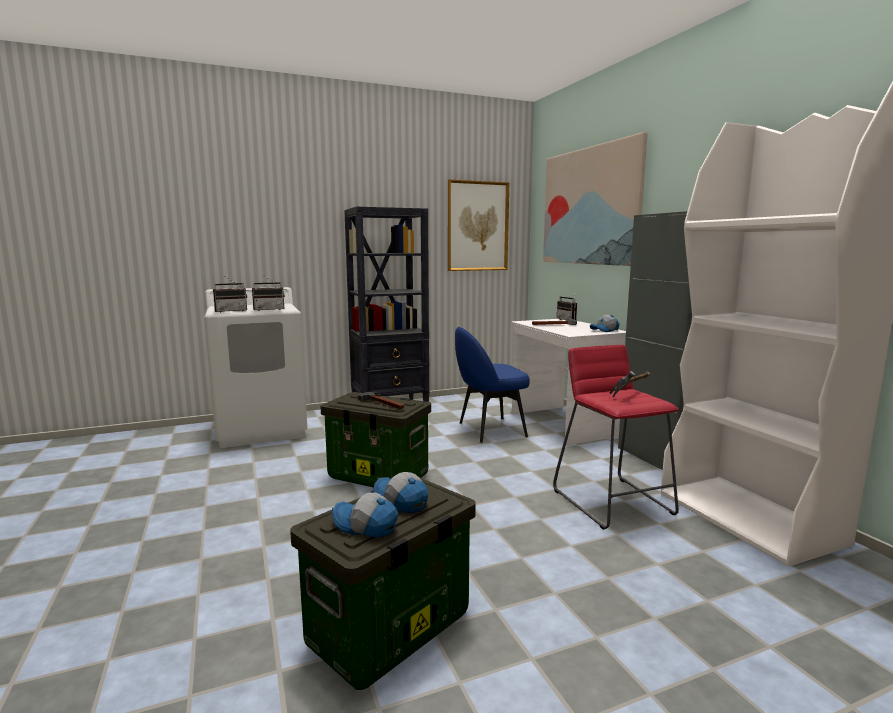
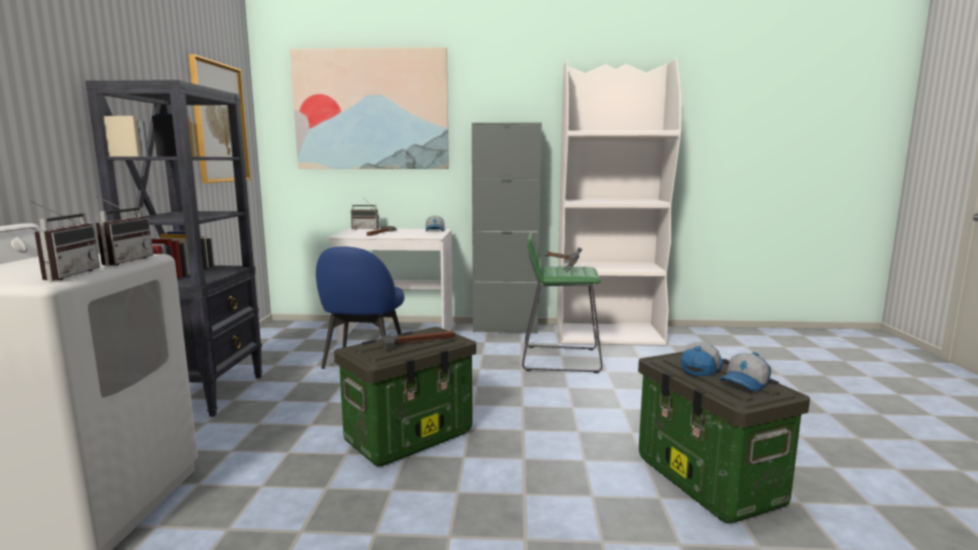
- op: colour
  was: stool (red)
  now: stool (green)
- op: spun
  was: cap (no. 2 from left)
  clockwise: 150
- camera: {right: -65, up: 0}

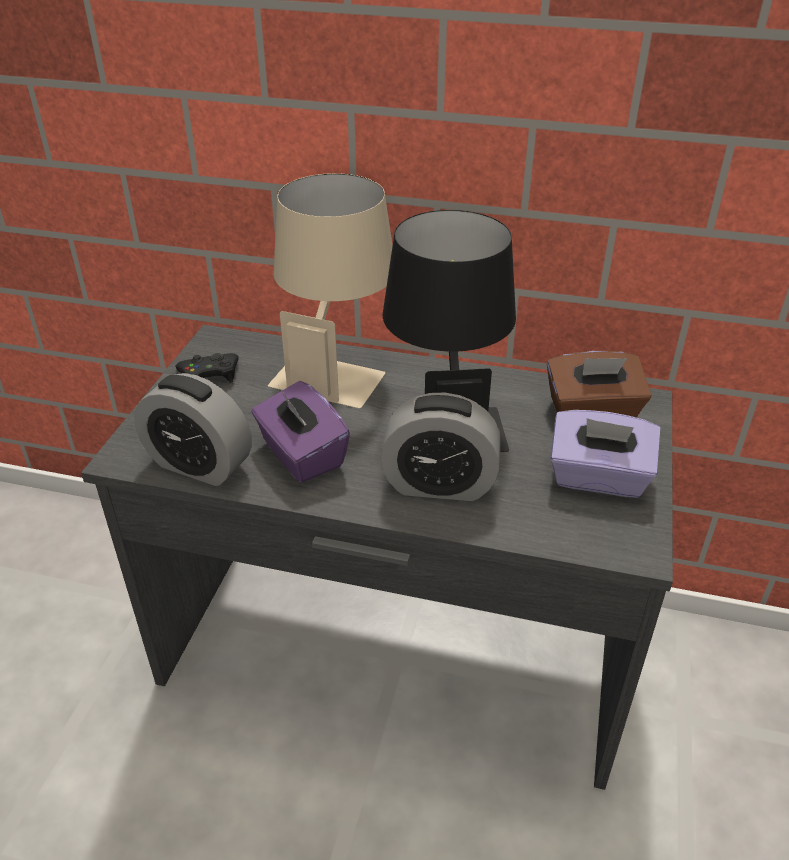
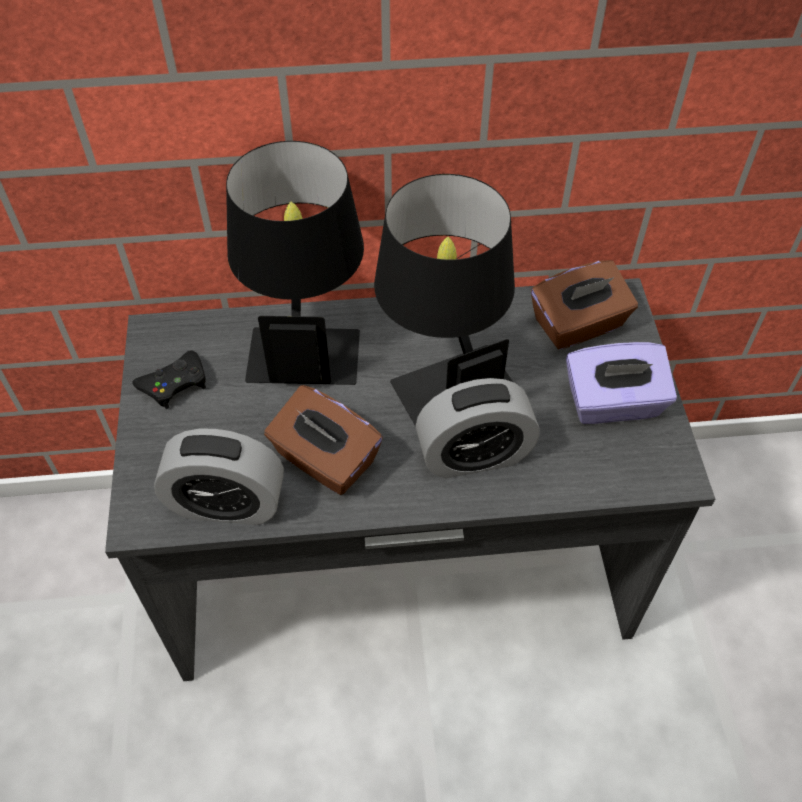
- op: colour
  was: table lamp (beige)
  now: table lamp (black) (no. 1 from left)
- op: colour
  was: tissue box (purple) (no. 1 from left)
  now: tissue box (brown) (no. 1 from left)
- camera: {right: -20, up: 15}

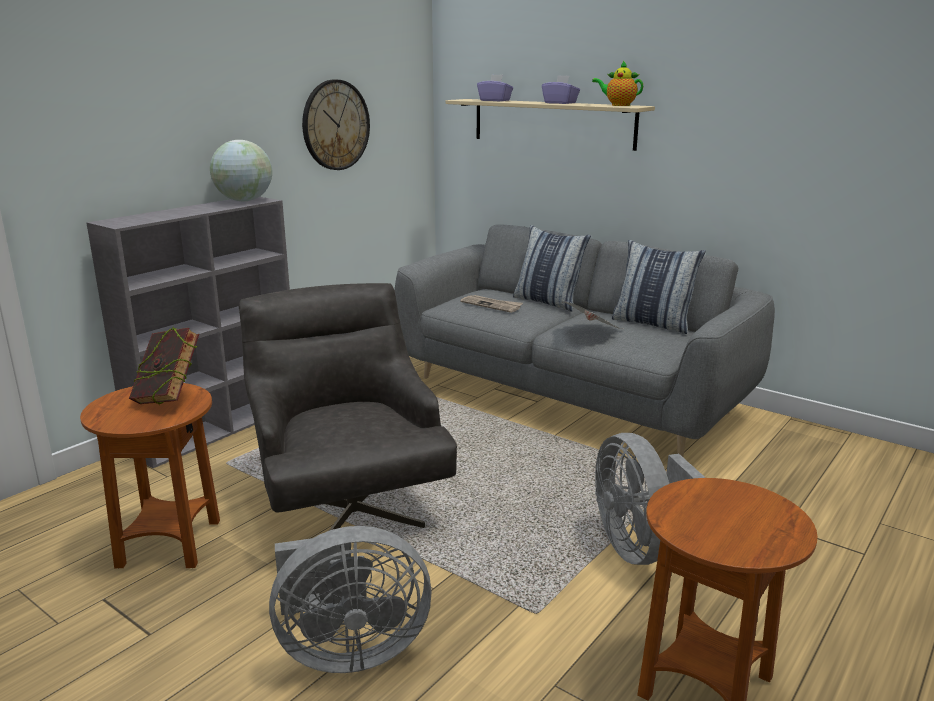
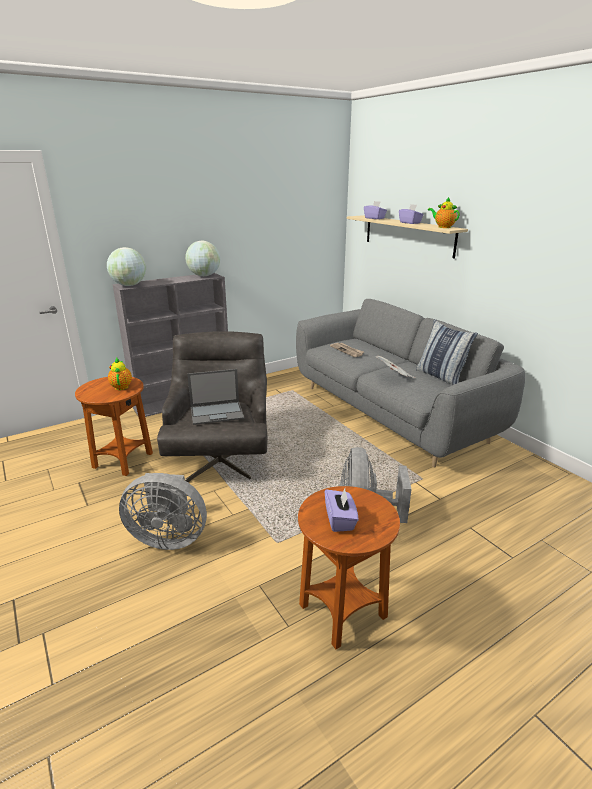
- op: missing
  was: wall clock
- op: missing
  was: pillow (no. 1 from left)
- op: exchanged
  was: book
  now: teapot (no. 1 from left)
- op: appeared
  now: globe (no. 1 from left)
- op: appeared
  now: laptop
- op: appeared
  now: tissue box (purple) (no. 1 from left)
- camera: {right: 20, up: 5}

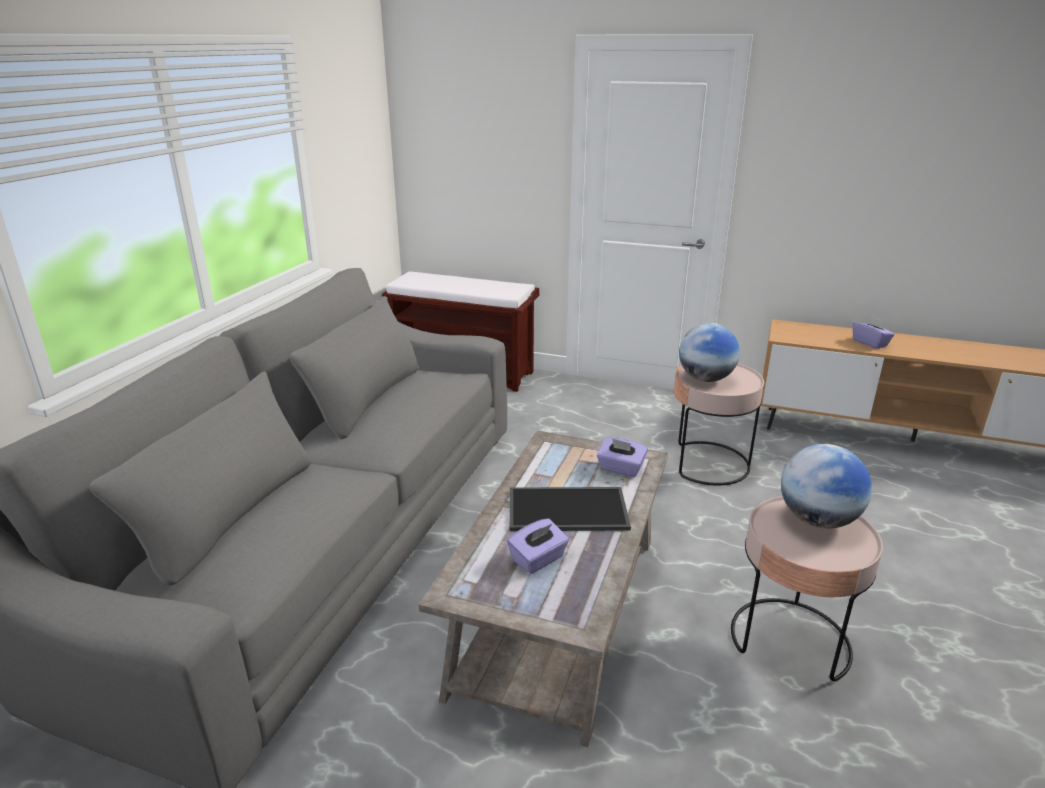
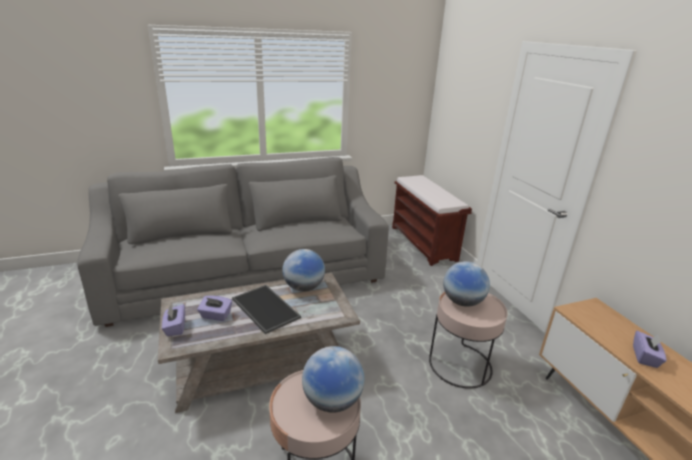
- op: relocated
  was: tissue box (purple) (no. 2 from left in the first image)
  now: tissue box (purple) (no. 1 from left)
- op: appeared
  now: globe (no. 1 from left)
- camera: {right: 50, up: 0}

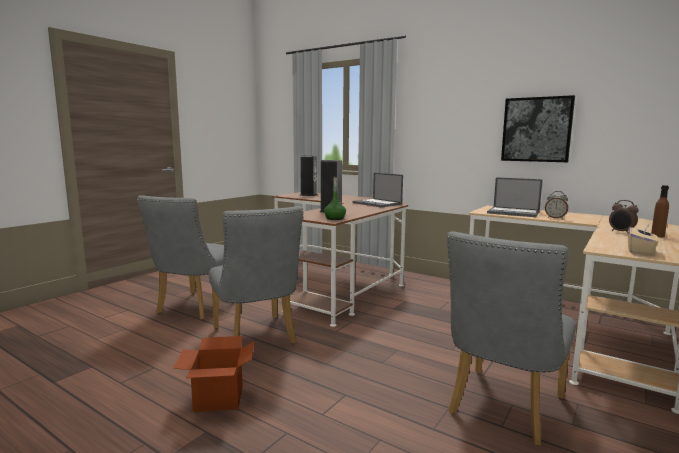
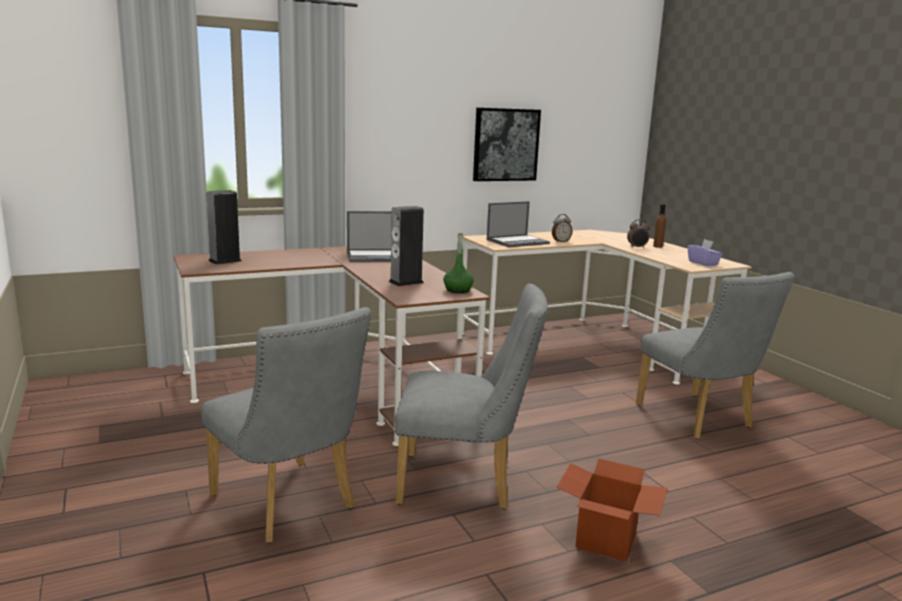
- op: colour
  was: tissue box (beige)
  now: tissue box (purple)
- camera: {right: -60, up: 5}

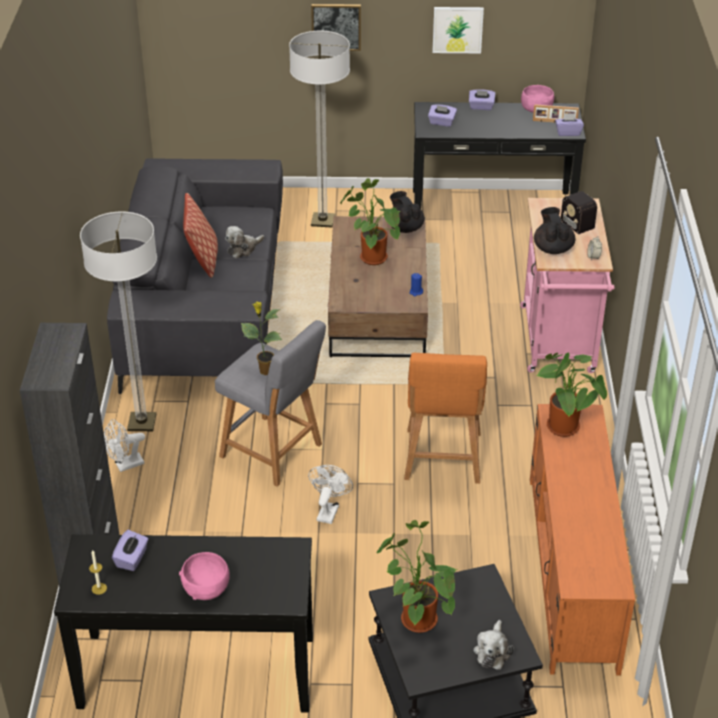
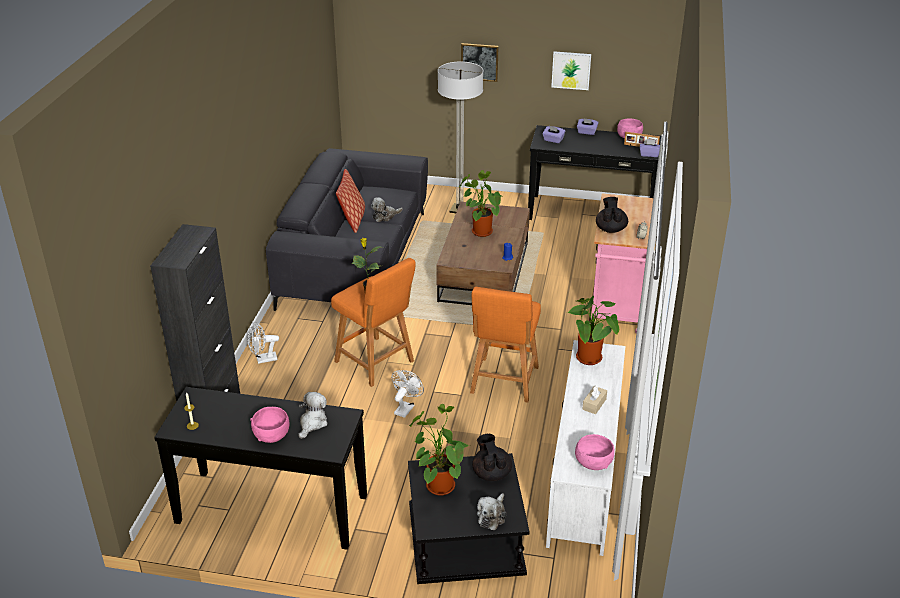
- op: relocated
  was: teapot (black) (no. 1 from left)
- op: missing
  was: radio
- op: missing
  was: floor lamp (no. 1 from left)
- op: colour
  was: stool (grey)
  now: stool (orange) (no. 1 from left)
- op: colour
  was: tv stand (orange)
  now: tv stand (white)
- op: missing
  was: tissue box (purple) (no. 1 from left)
- op: appeared
  now: tissue box (beige)
- op: appeared
  now: plush toy (no. 1 from left)
- op: appeared
  now: bowl (pink) (no. 2 from left)
- camera: {right: 10, up: -5}

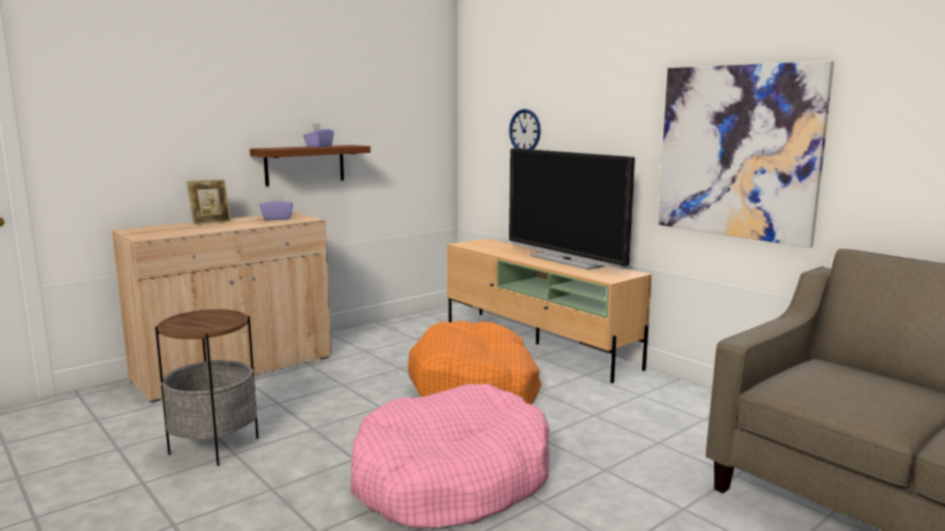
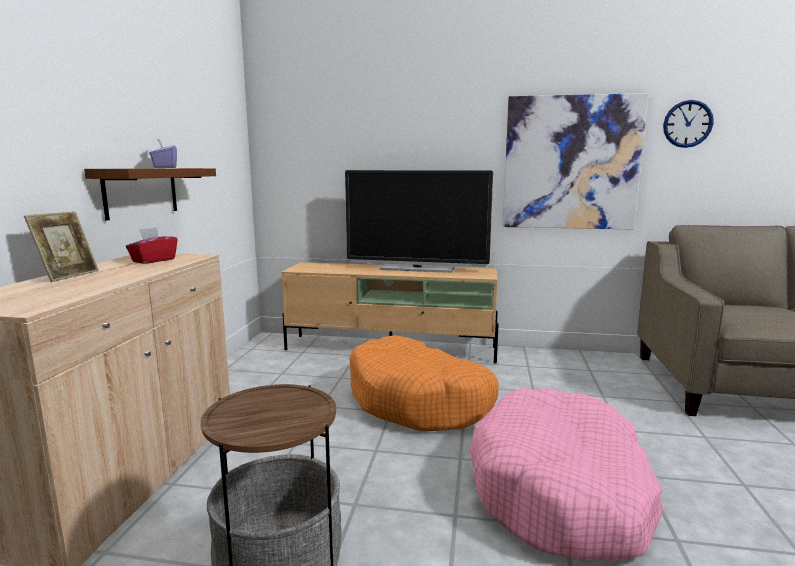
- op: relocated
  was: wall clock
- op: colour
  was: tissue box (purple) (no. 1 from left)
  now: tissue box (red)
- camera: {right: -40, up: 0}

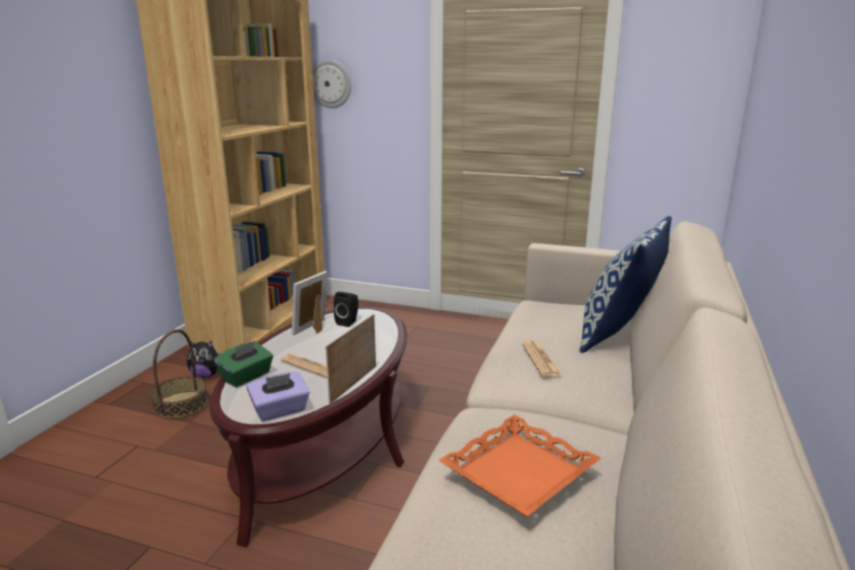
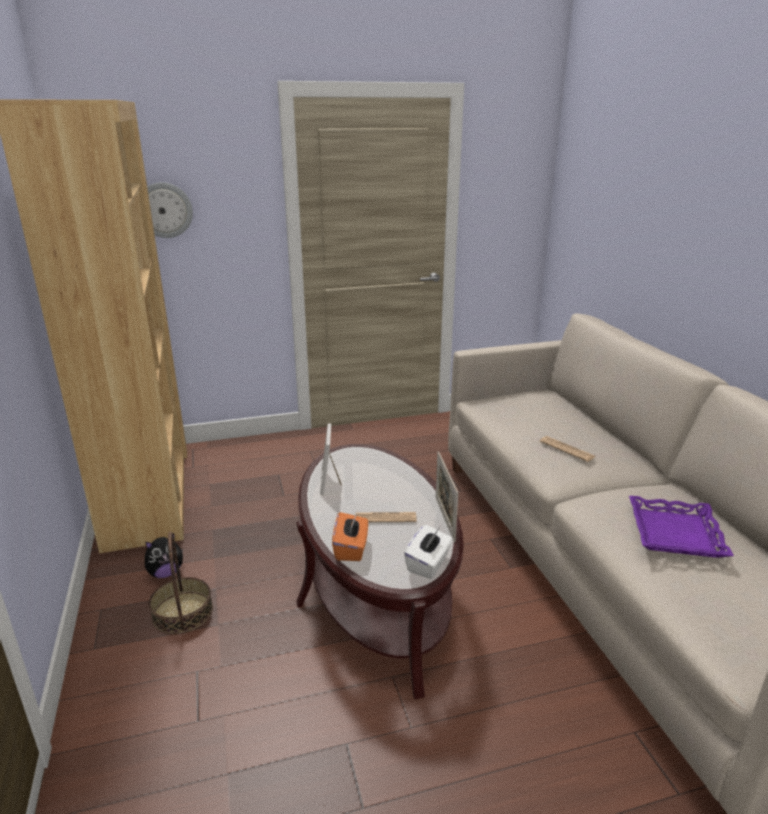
- op: missing
  was: pillow
- op: missing
  was: speaker (black)
- op: colour
  was: tissue box (green)
  now: tissue box (orange)
- op: colour
  was: tissue box (purple)
  now: tissue box (white)
- op: colour
  was: tray (orange)
  now: tray (purple)
- camera: {right: -35, up: 5}

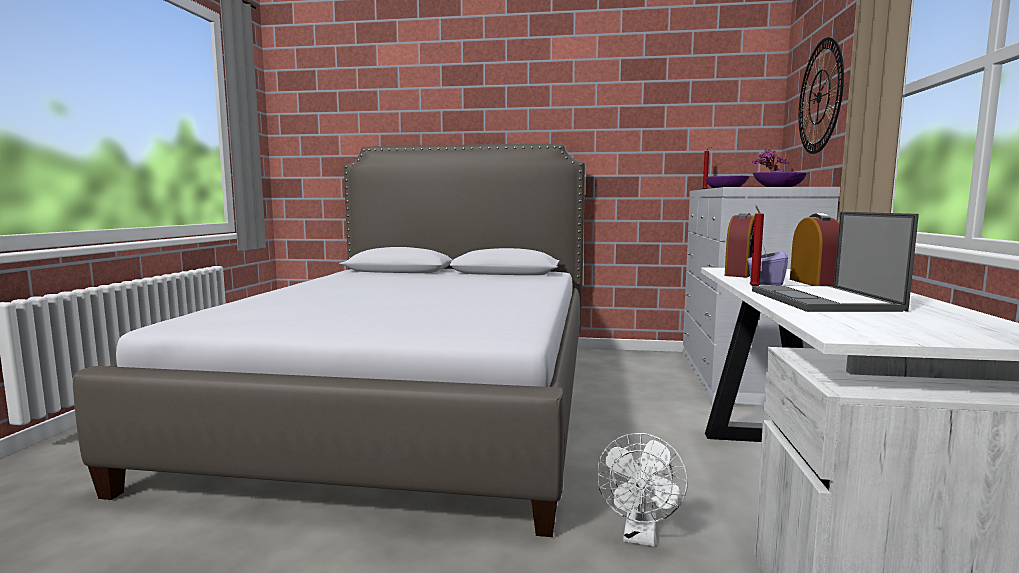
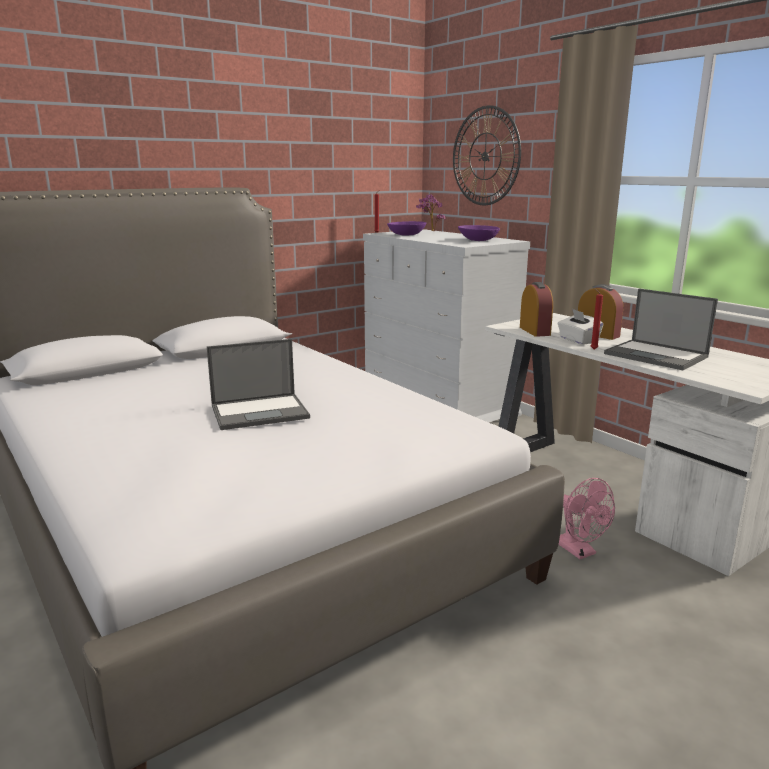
- op: colour
  was: tissue box (purple)
  now: tissue box (white)
- op: colour
  was: fan (white)
  now: fan (pink)
- op: appeared
  now: laptop (no. 1 from left)
- camera: {right: -45, up: 10}

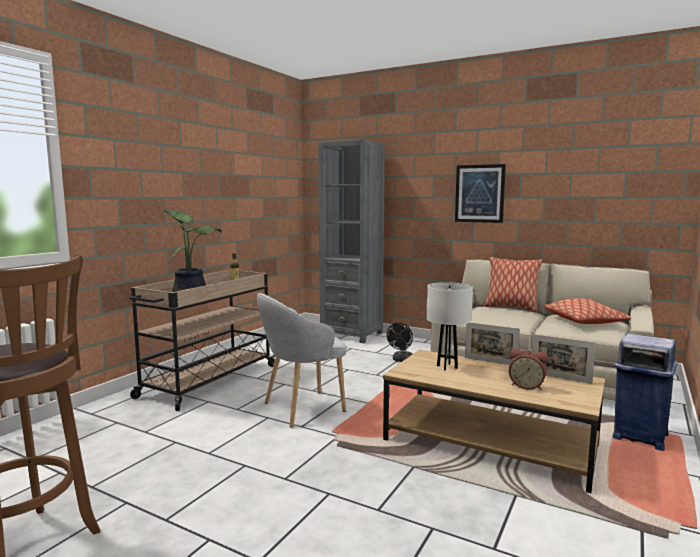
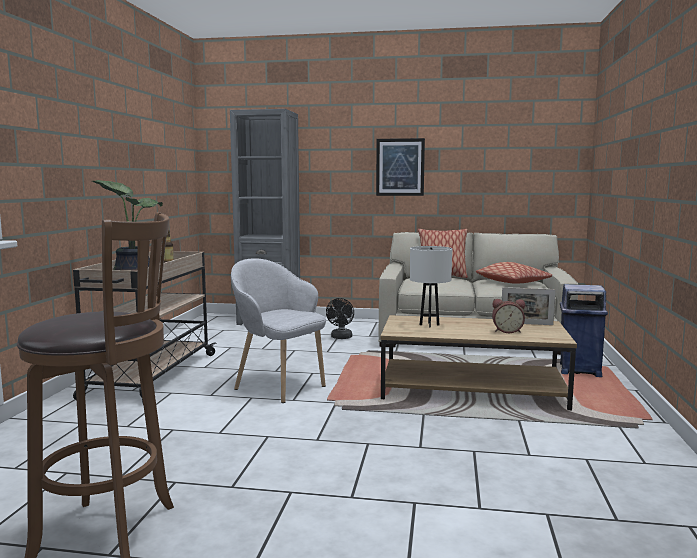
- op: spun
  was: armchair (grey)
  clockwise: 90
- op: missing
  was: picture frame (no. 1 from left)
- camera: {right: -20, up: 0}

